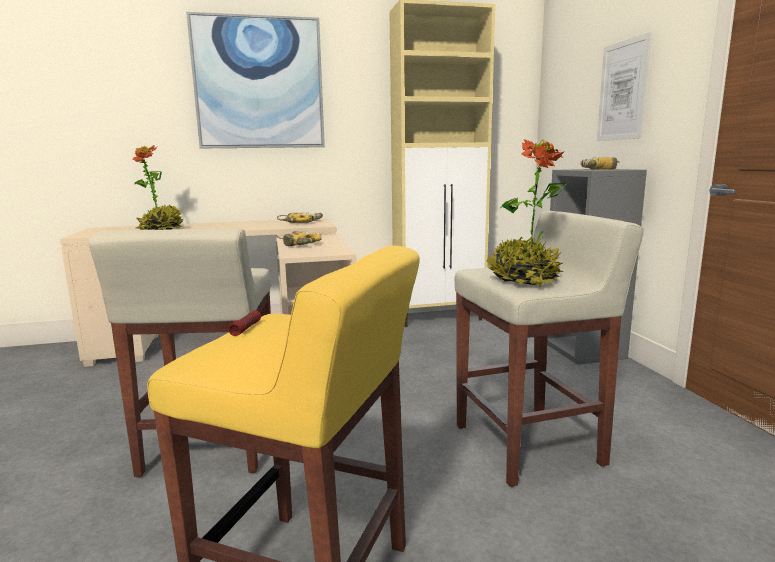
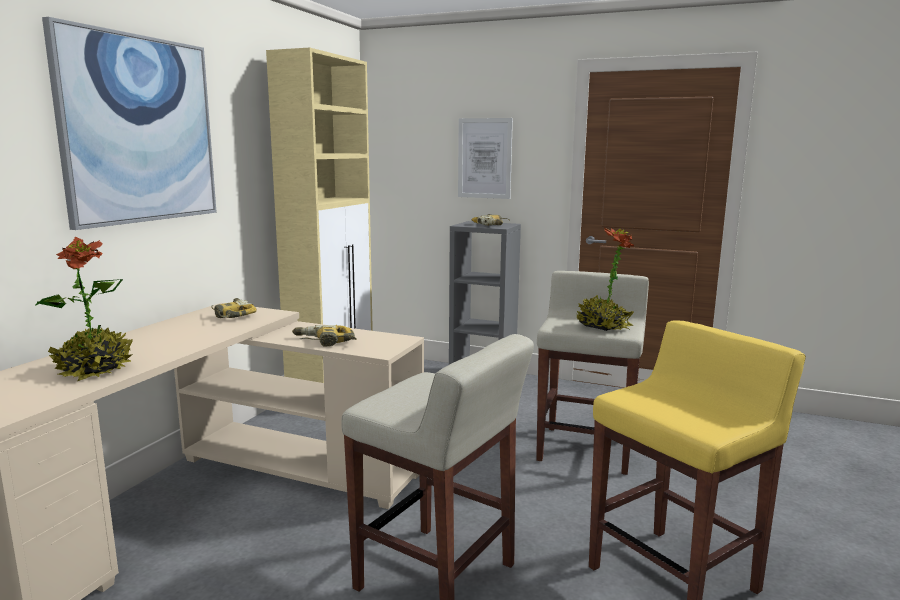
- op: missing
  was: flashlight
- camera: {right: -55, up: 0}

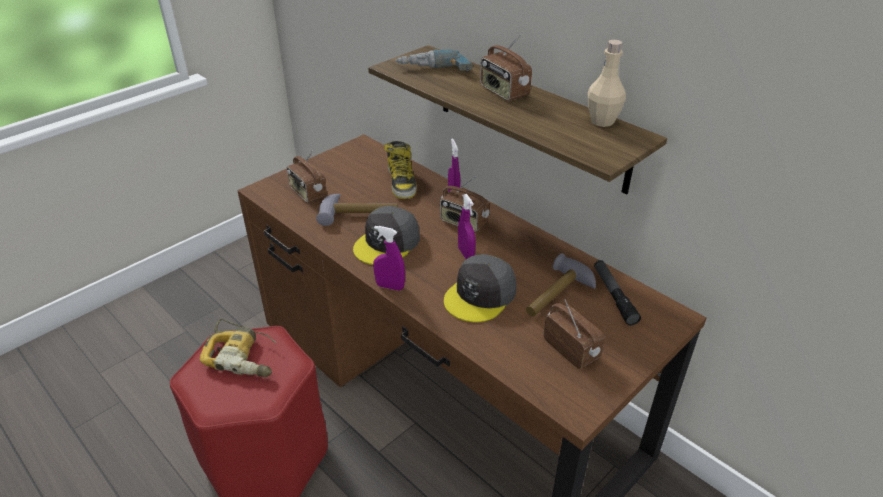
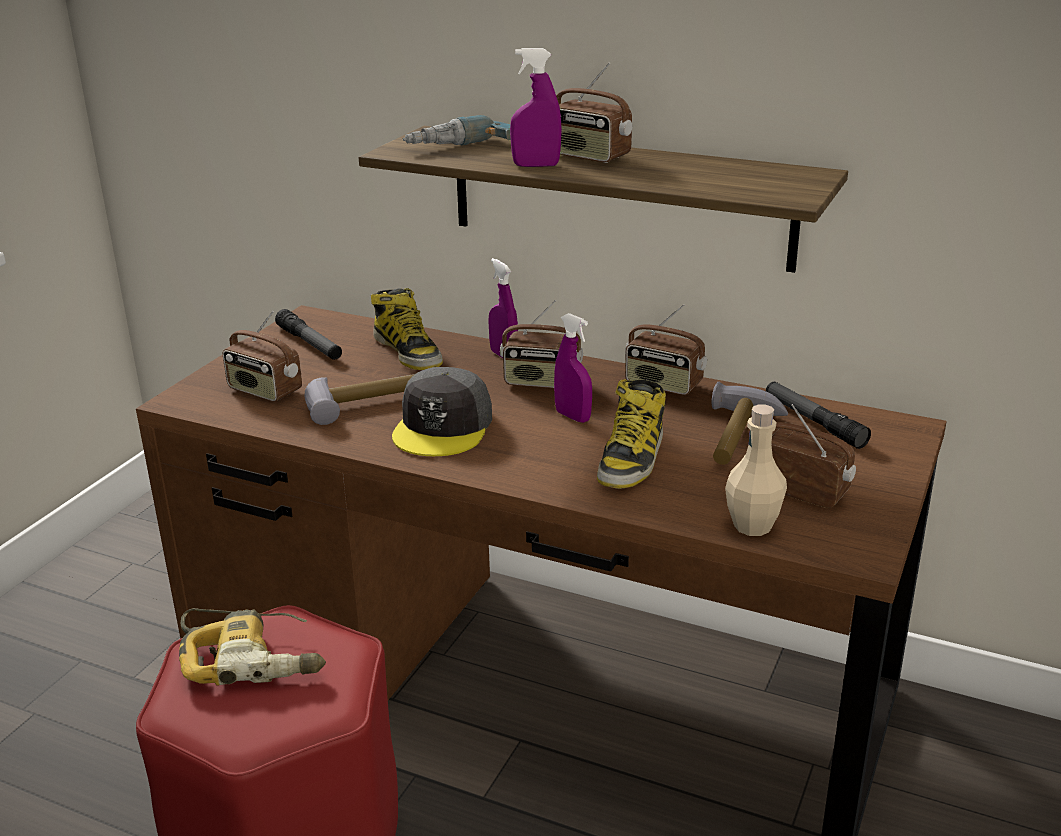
- op: relocated
  was: bottle (beige)
- op: relocated
  was: spray bottle (purple) (no. 1 from left in the first image)
  now: spray bottle (purple) (no. 2 from left)
- op: exchanged
  was: cap (grey) (no. 2 from left)
  now: boot (no. 2 from left)
- op: appeared
  now: radio (no. 4 from left)
- op: appeared
  now: flashlight (no. 1 from left)
- camera: {right: -20, up: -10}

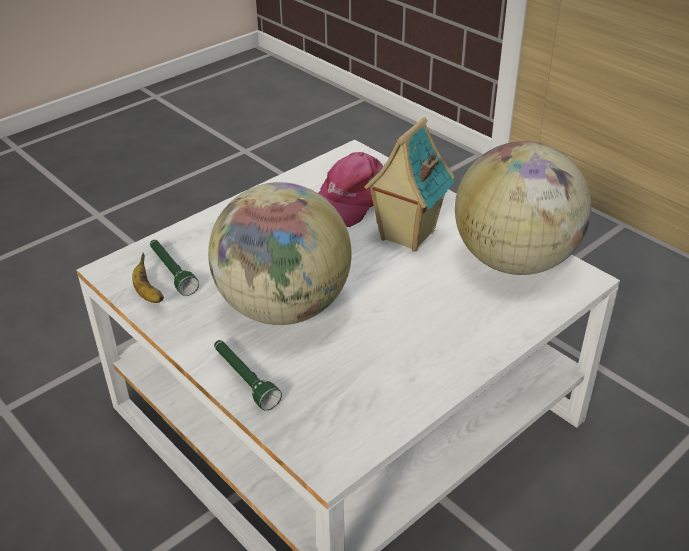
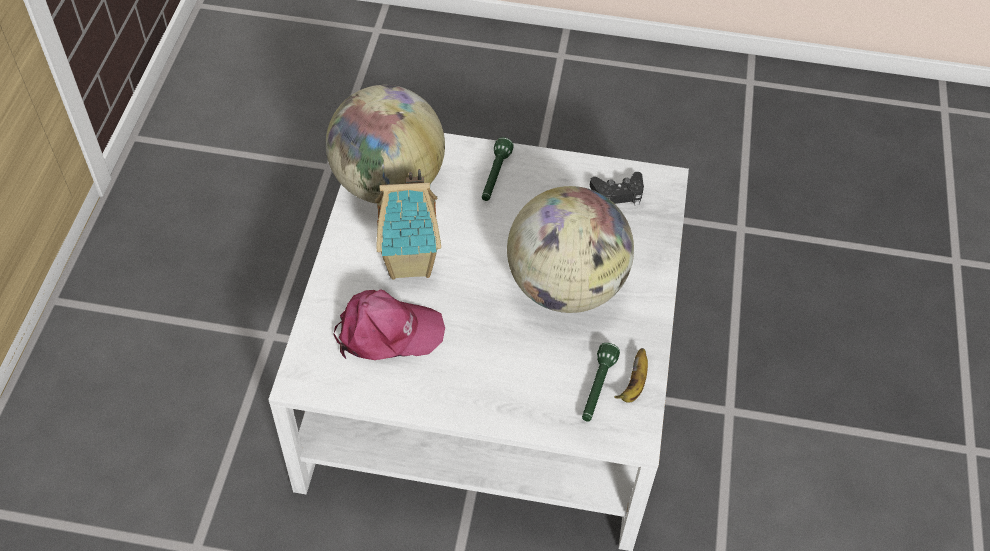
- op: relocated
  was: flashlight (green) (no. 2 from left in the first image)
  now: flashlight (green) (no. 1 from left)
- op: appeared
  now: game controller (black)
- camera: {right: -130, up: 15}

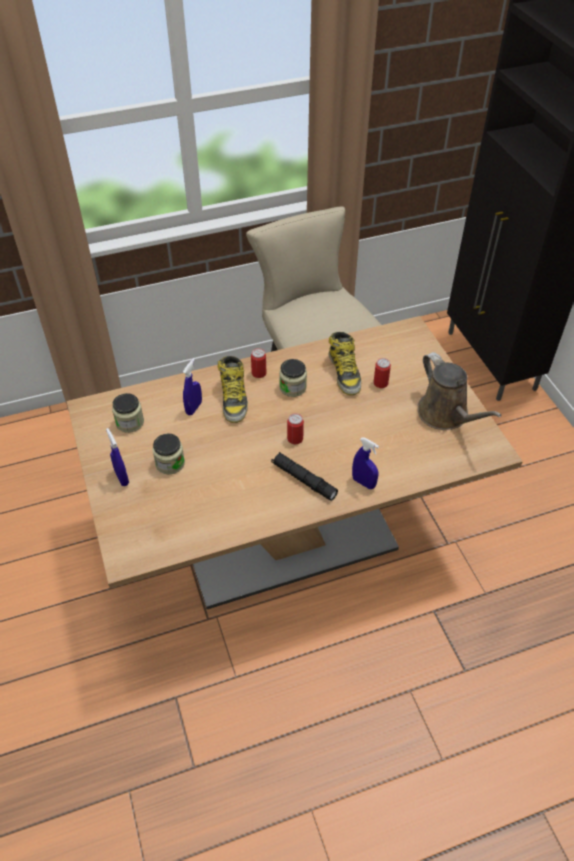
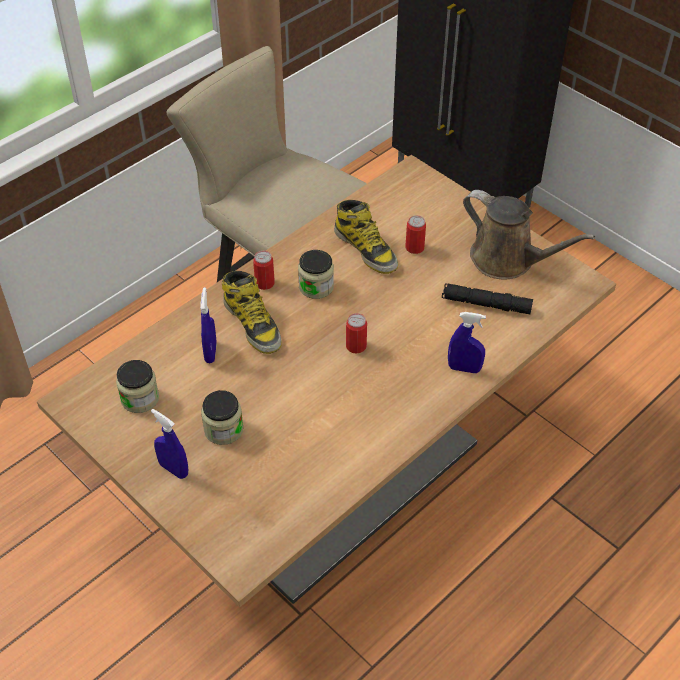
- op: relocated
  was: flashlight (black)
- camera: {right: -25, up: 0}

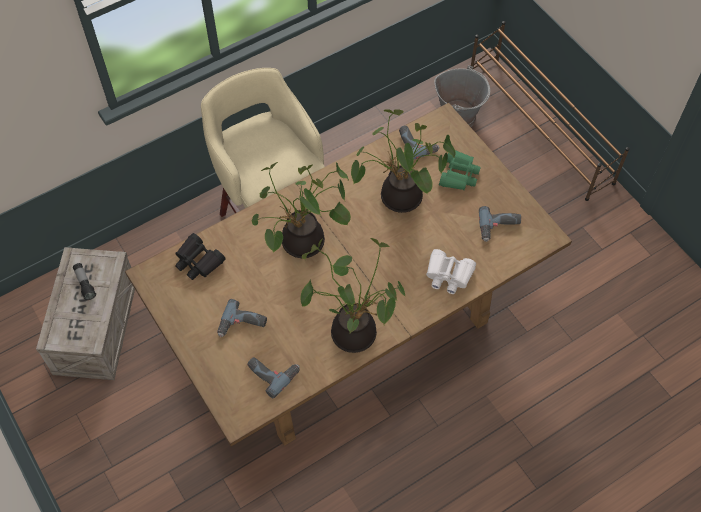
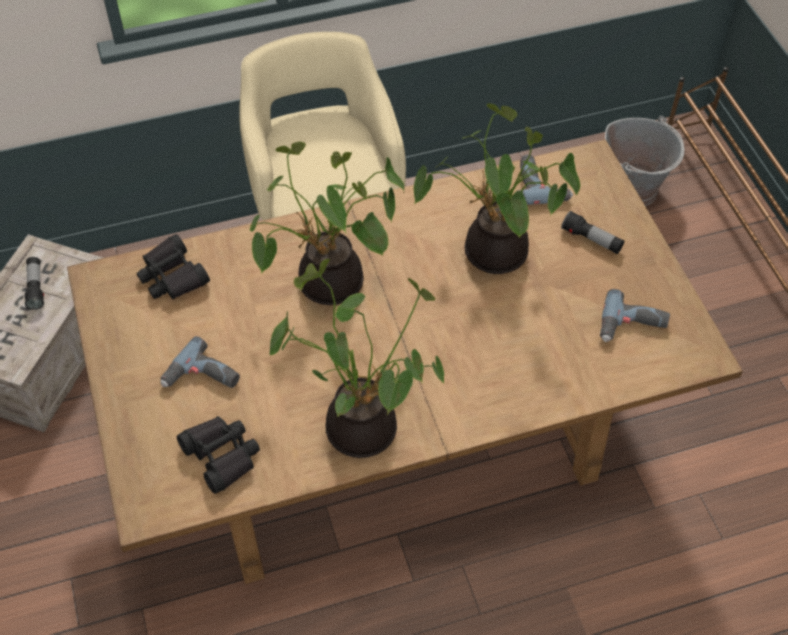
- op: exchanged
  was: binoculars (green)
  now: flashlight (no. 2 from left)
- op: missing
  was: binoculars (white)
- op: exchanged
  was: power drill (no. 2 from left)
  now: binoculars (black) (no. 2 from left)
- camera: {right: 15, up: -5}

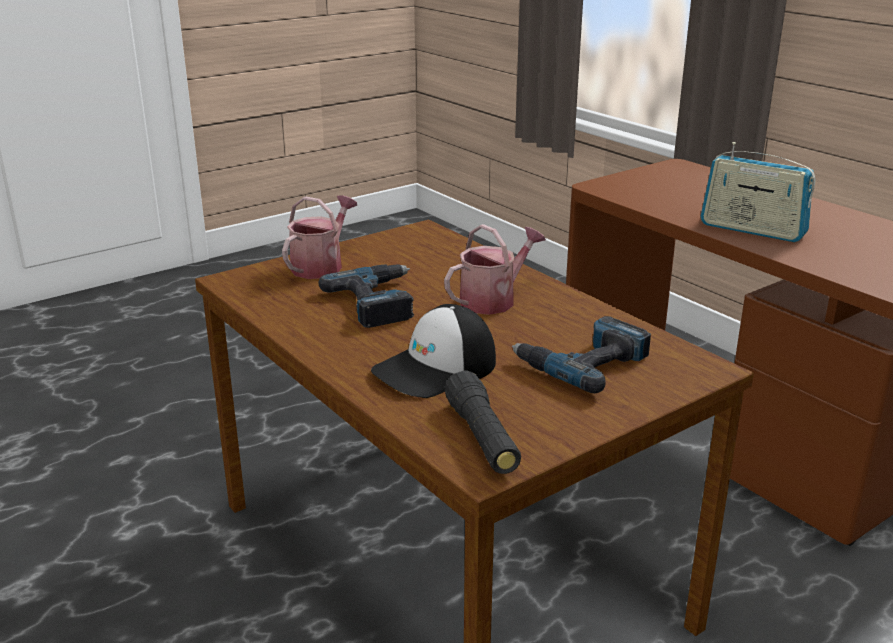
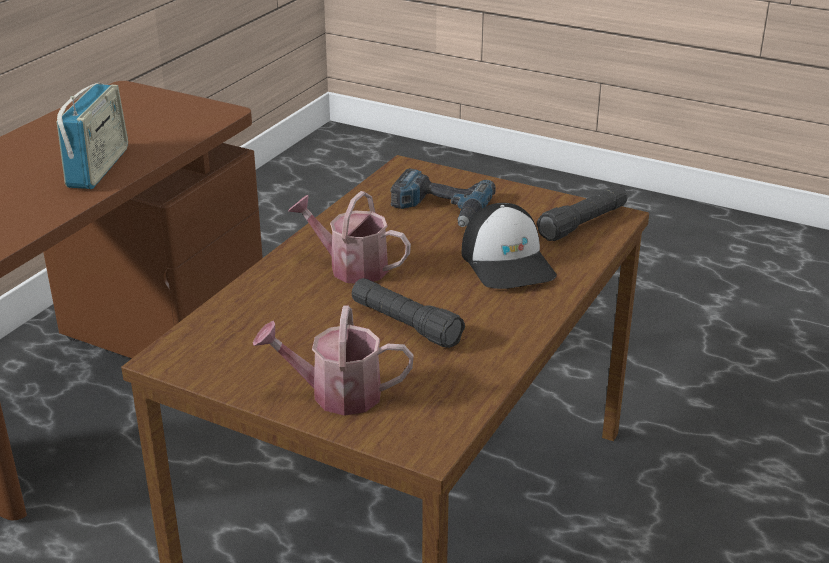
- op: exchanged
  was: power drill (no. 1 from left)
  now: flashlight (black) (no. 1 from left)
- op: spun
  was: cap
  clockwise: 45
- camera: {right: -115, up: 5}

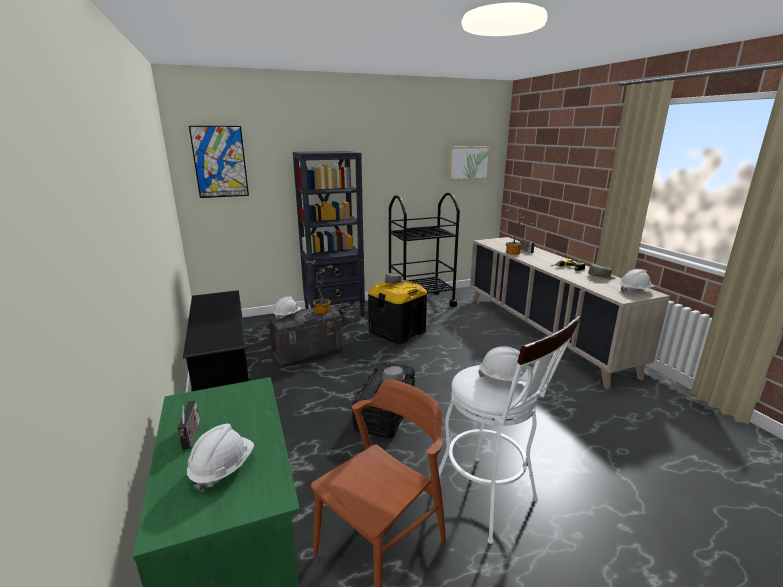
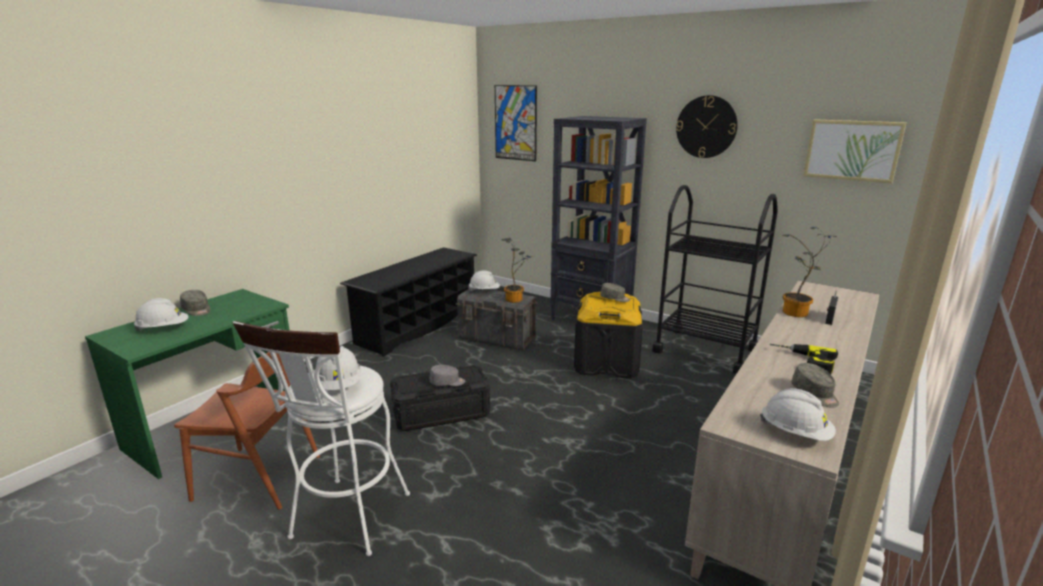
- op: exchanged
  was: radio (no. 1 from left)
  now: cap (grey) (no. 1 from left)
- op: appeared
  now: wall clock
- camera: {right: 55, up: 0}

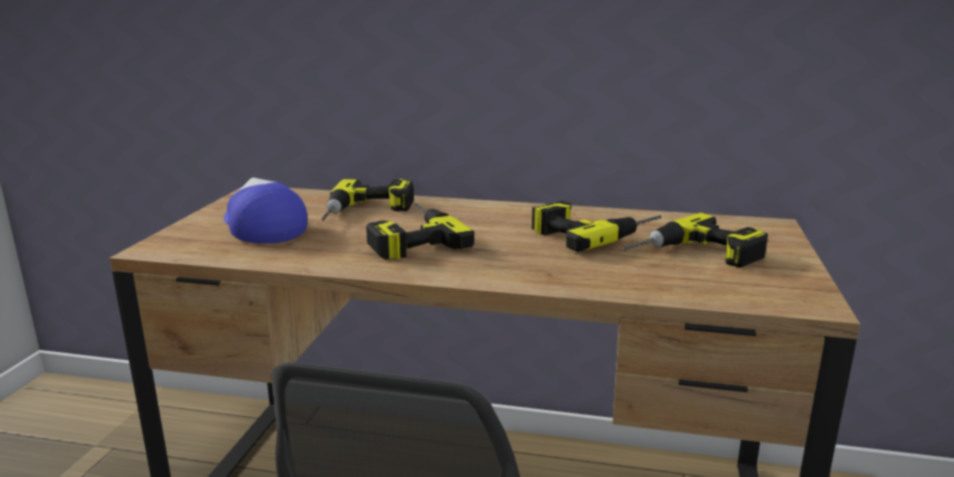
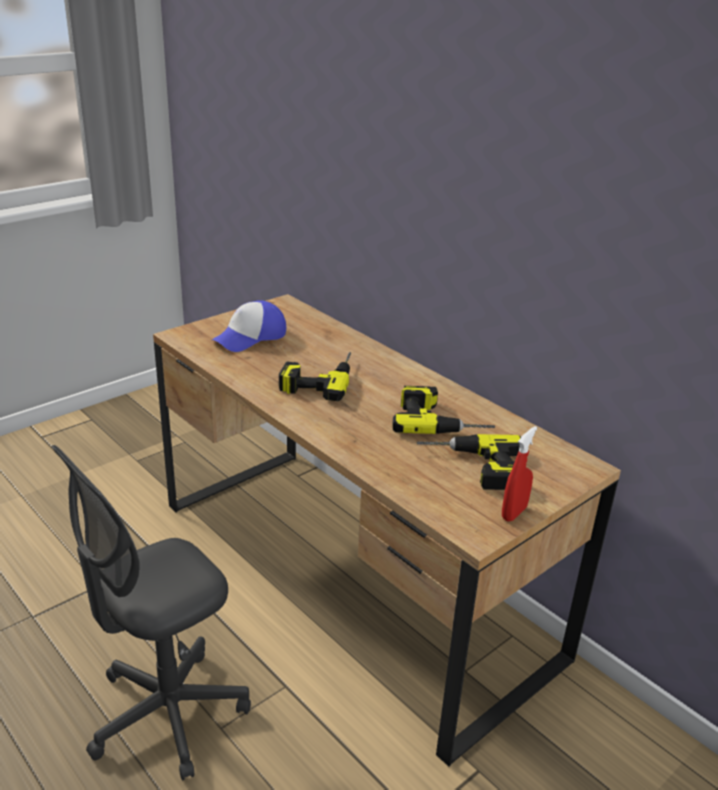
- op: spun
  was: cap
  clockwise: -135
- op: missing
  was: power drill (no. 1 from left)
- op: appeared
  now: spray bottle (red)
- camera: {right: 35, up: 10}

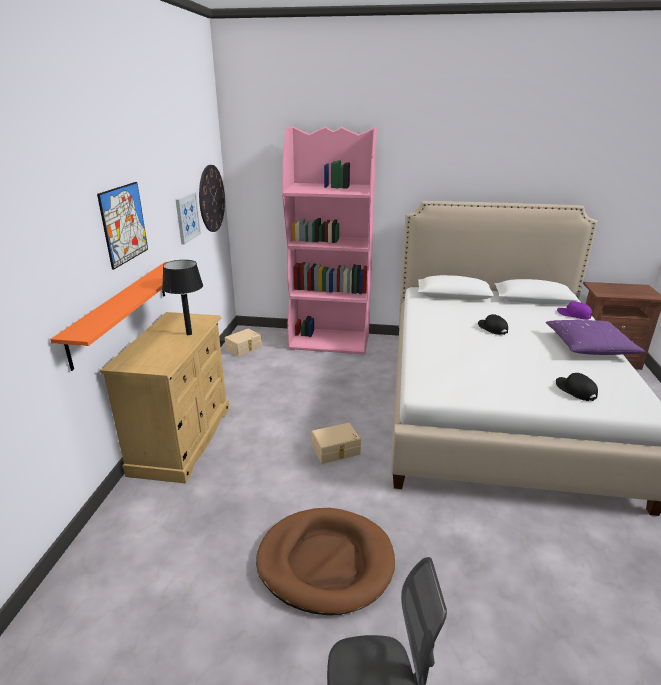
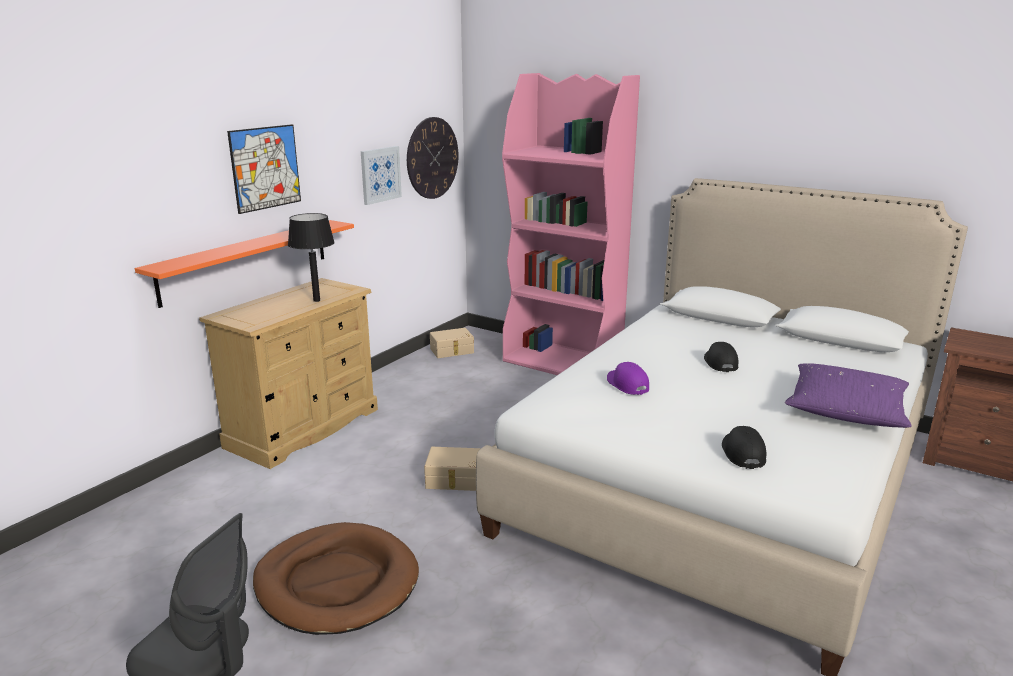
- op: relocated
  was: cap (purple)
- camera: {right: 25, up: -5}

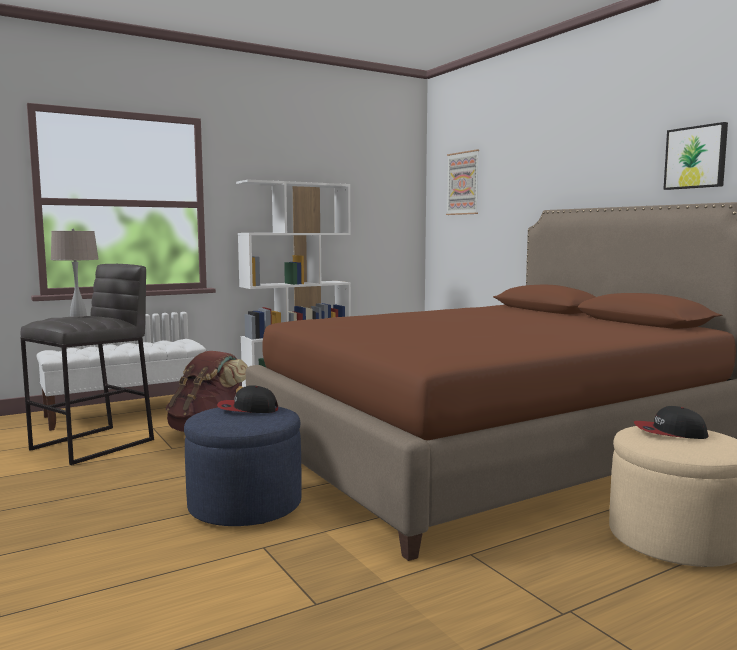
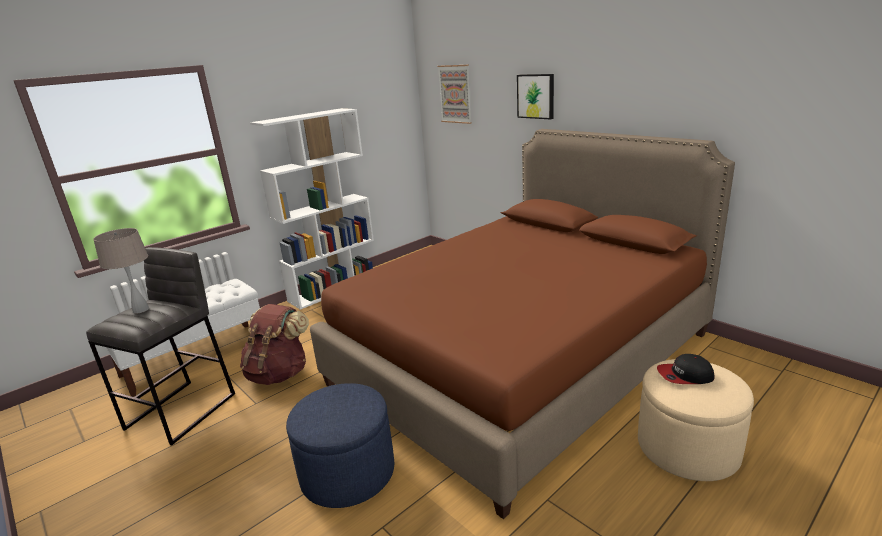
- op: relocated
  was: picture (no. 2 from left)
- op: missing
  was: cap (no. 1 from left)
- camera: {right: -10, up: 15}

